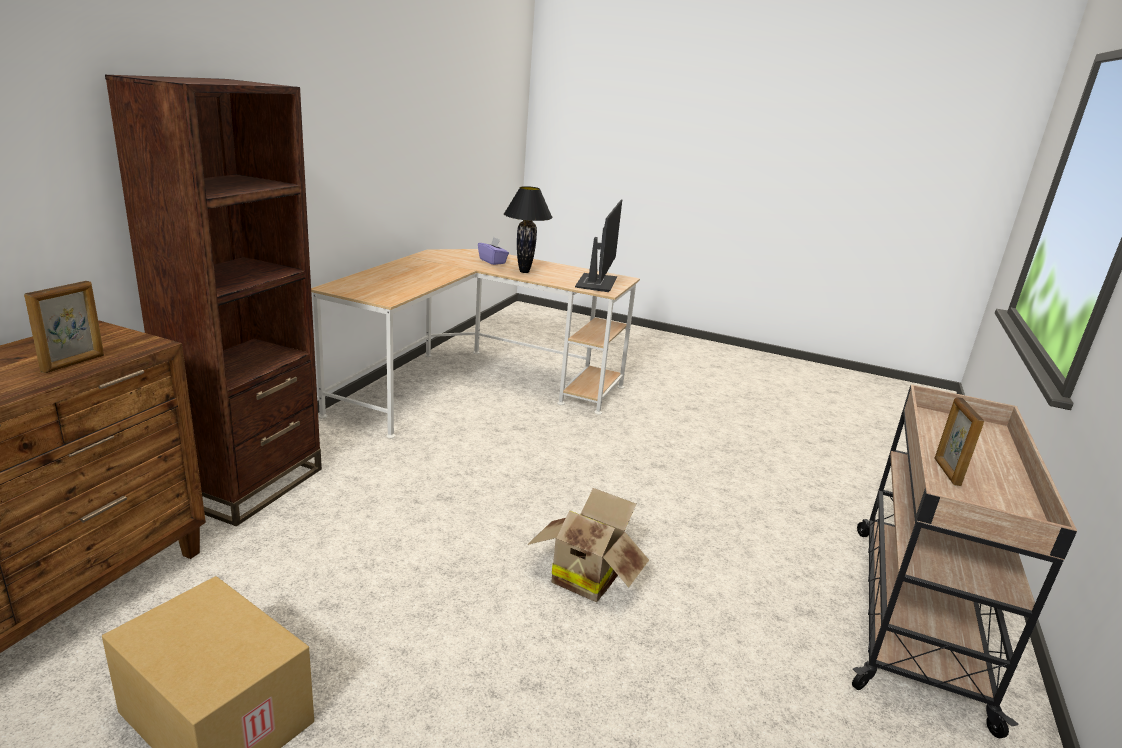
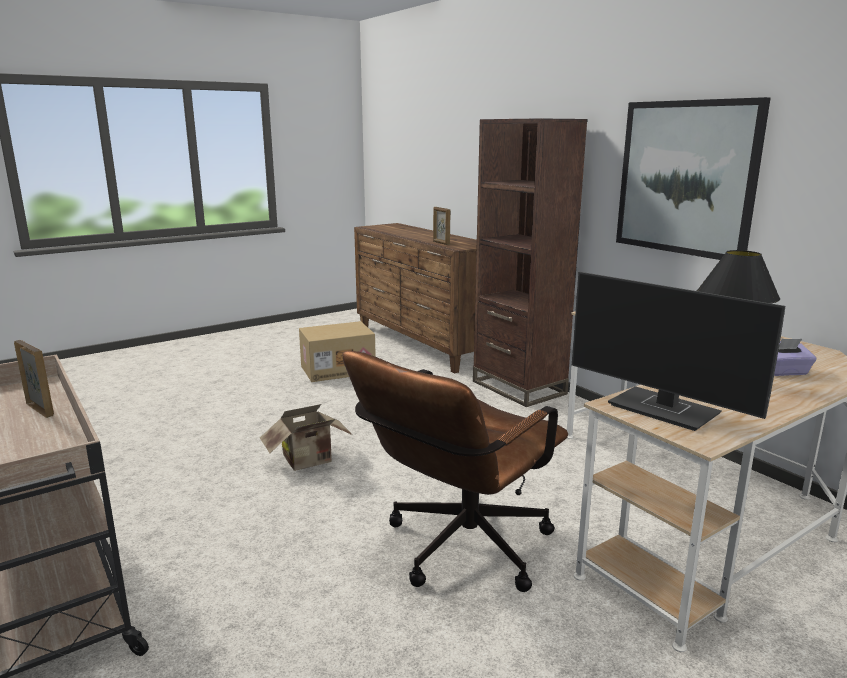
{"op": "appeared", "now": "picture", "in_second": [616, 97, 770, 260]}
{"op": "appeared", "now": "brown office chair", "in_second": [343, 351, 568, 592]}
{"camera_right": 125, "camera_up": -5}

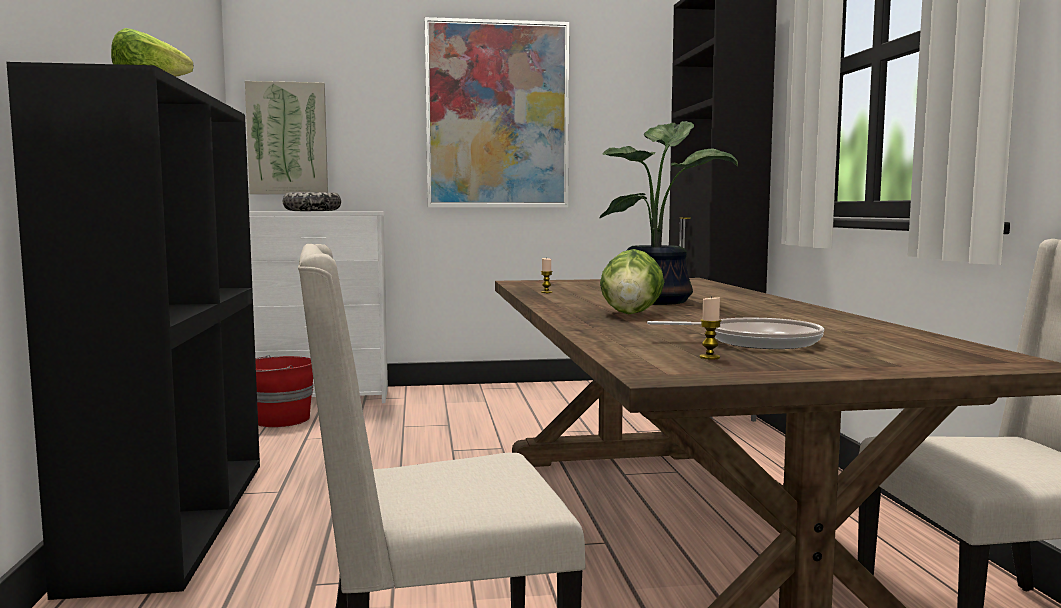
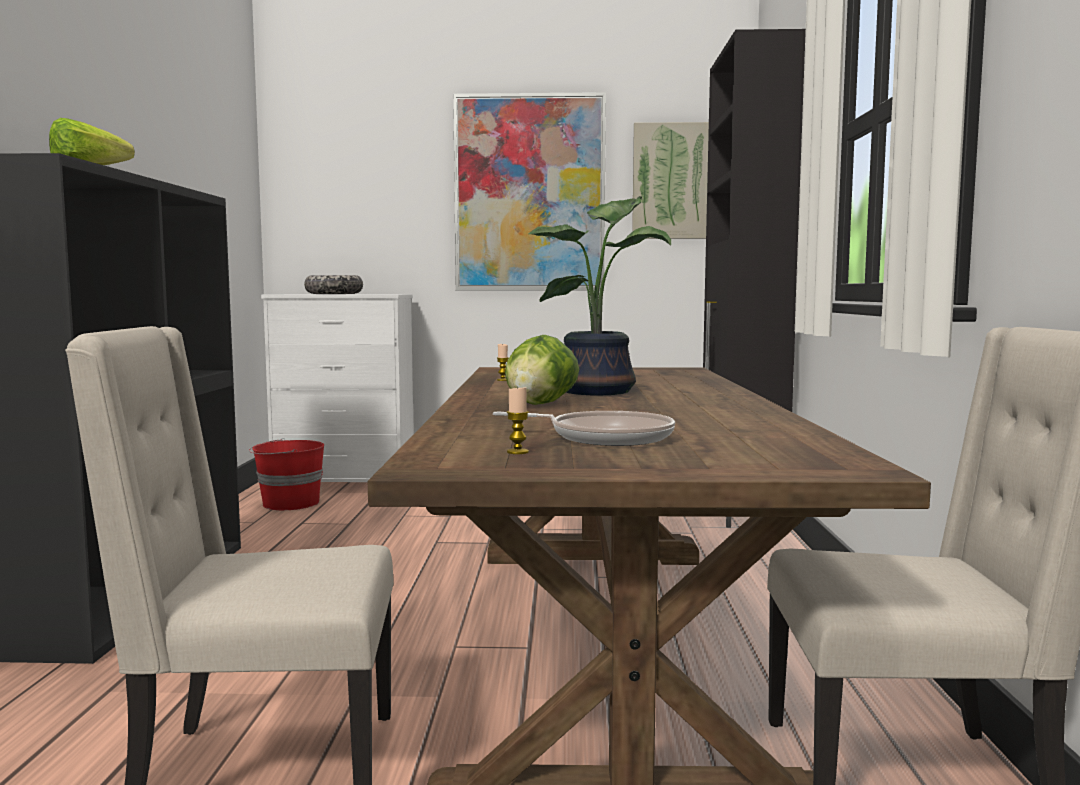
{"op": "relocated", "was": "picture", "in_first": [245, 81, 328, 194], "in_second": [632, 122, 709, 239]}
{"camera_right": 10, "camera_up": 0}

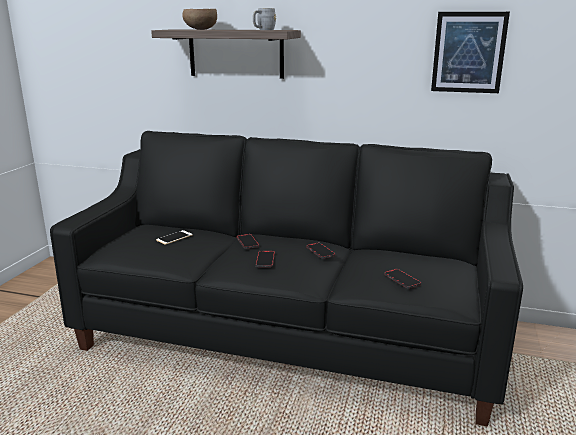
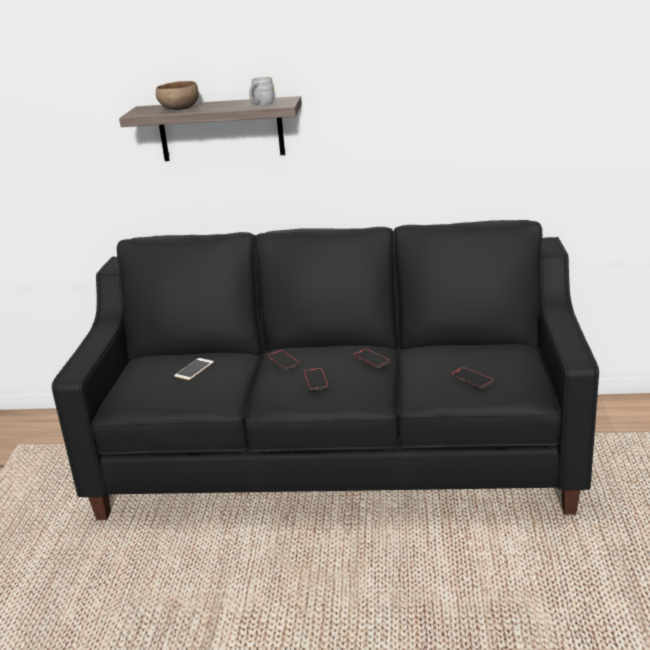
{"op": "missing", "was": "picture", "in_first": [431, 12, 510, 93]}
{"camera_right": -10, "camera_up": 5}

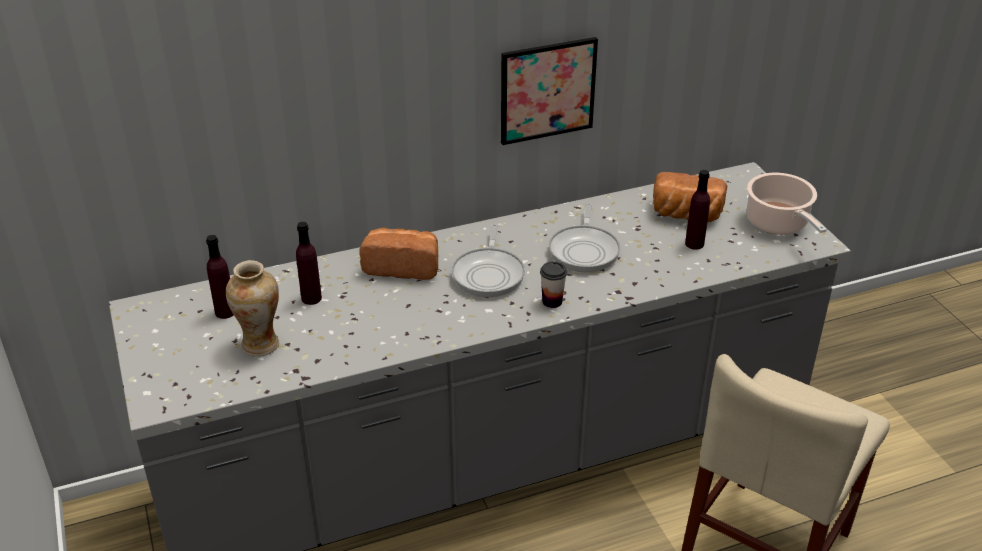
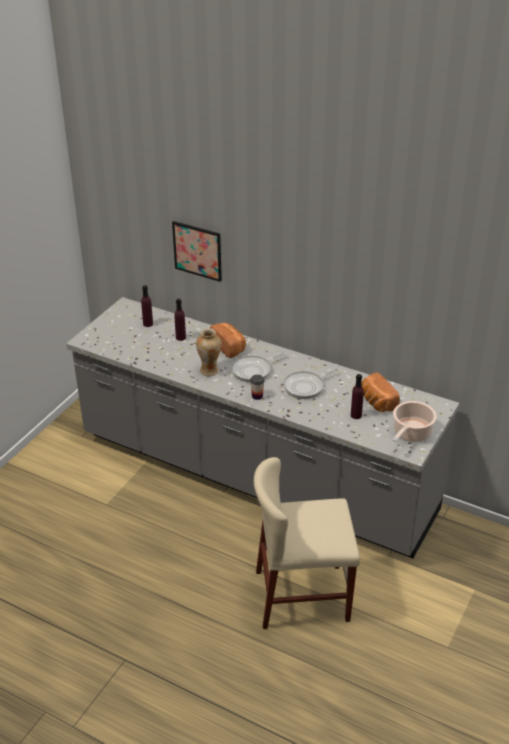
{"op": "relocated", "was": "picture", "in_first": [501, 37, 598, 145], "in_second": [172, 221, 222, 282]}
{"op": "relocated", "was": "vase", "in_first": [226, 260, 279, 357], "in_second": [196, 328, 222, 376]}
{"camera_right": 50, "camera_up": 0}

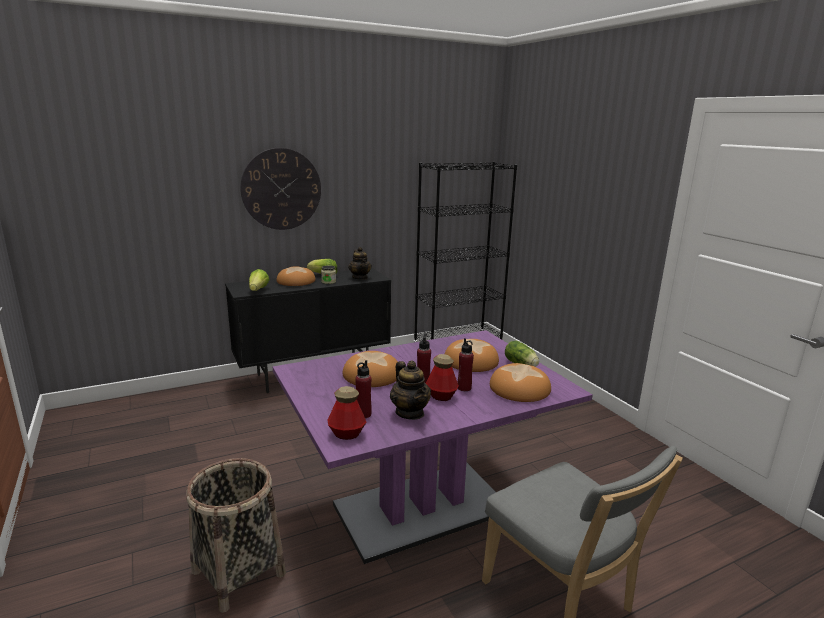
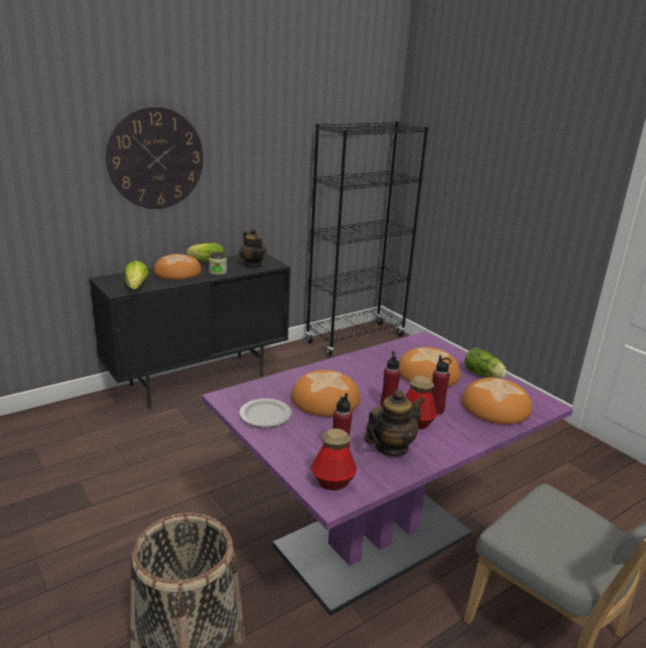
{"op": "spun", "was": "teapot", "in_first": [390, 360, 431, 420], "in_second": [364, 390, 425, 456], "clockwise": -90}
{"op": "appeared", "now": "plate", "in_second": [239, 398, 292, 427]}
{"camera_right": -10, "camera_up": 5}

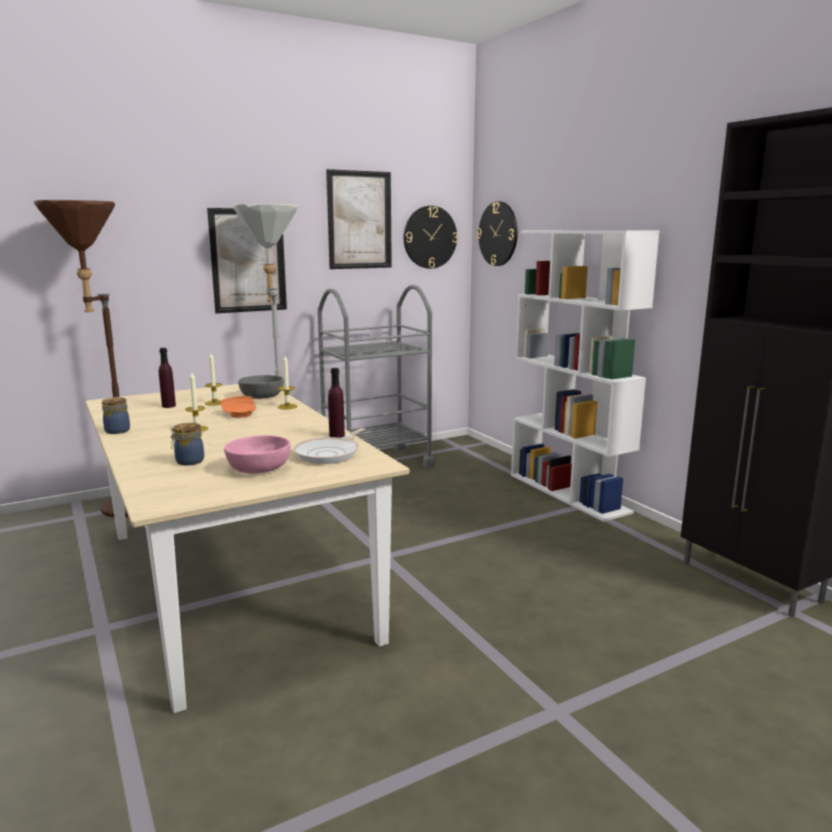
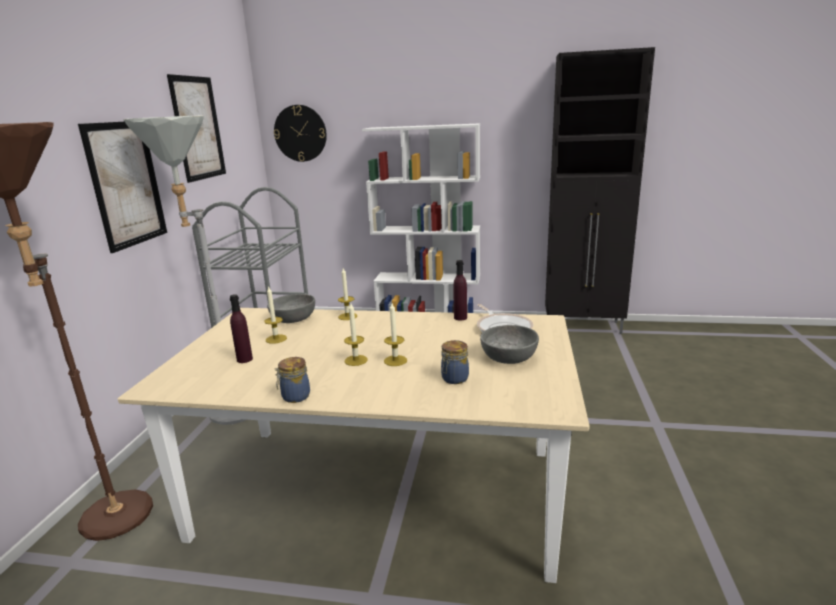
{"op": "missing", "was": "wall clock", "in_first": [403, 206, 458, 269]}
{"op": "missing", "was": "orange plate", "in_first": [221, 396, 256, 418]}
{"op": "colour", "was": "pink bowl", "now": "grey bowl", "in_first": [224, 435, 291, 474], "in_second": [480, 325, 539, 364]}
{"op": "appeared", "now": "candle", "in_second": [384, 303, 407, 366]}
{"camera_right": -50, "camera_up": 5}

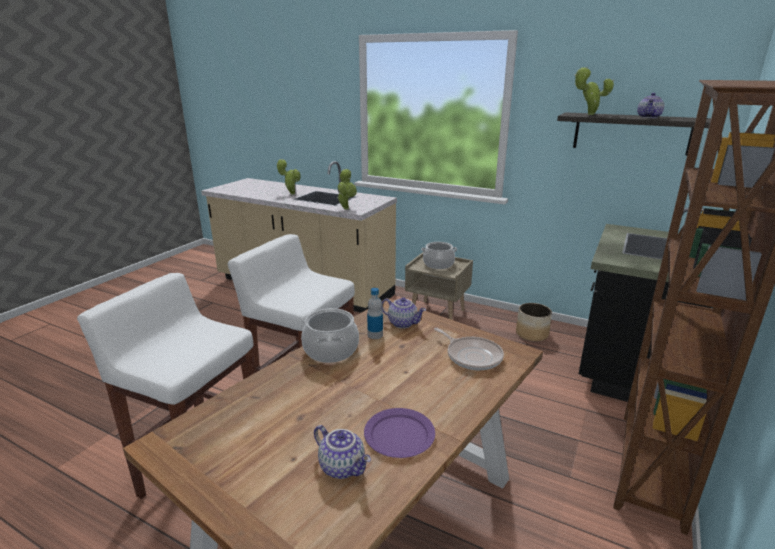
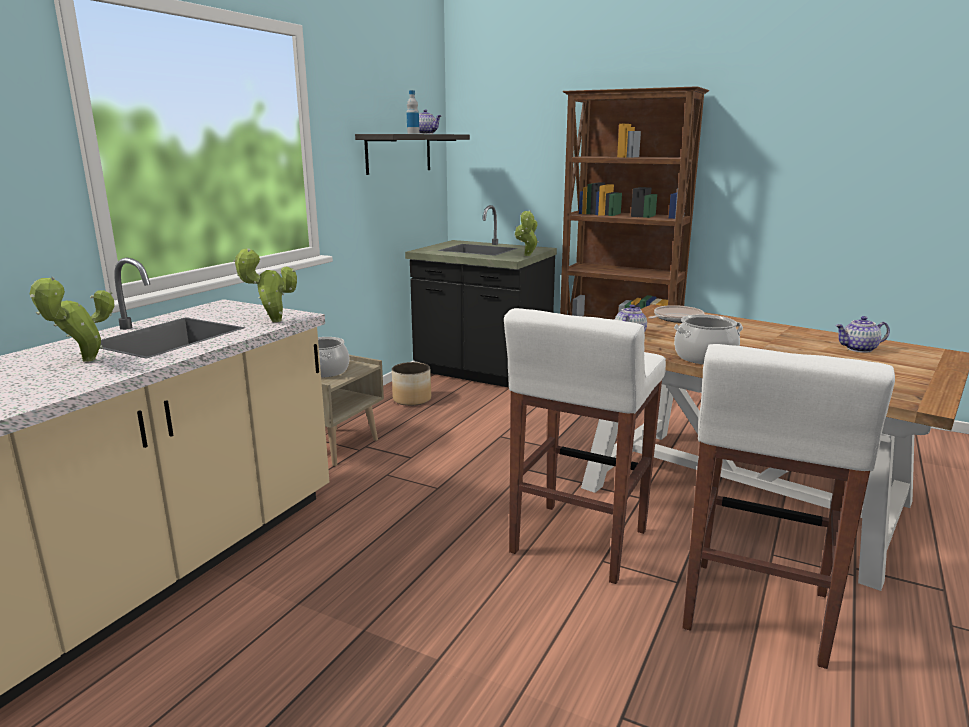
{"op": "relocated", "was": "potted plant", "in_first": [574, 67, 614, 115], "in_second": [515, 210, 539, 256]}
{"op": "relocated", "was": "bottle", "in_first": [367, 288, 383, 339], "in_second": [407, 90, 419, 134]}
{"op": "missing", "was": "purple plate", "in_first": [364, 408, 435, 458]}
{"op": "spun", "was": "teapot", "in_first": [314, 425, 371, 479], "in_second": [835, 316, 890, 353], "clockwise": -135}
{"camera_right": -90, "camera_up": -5}

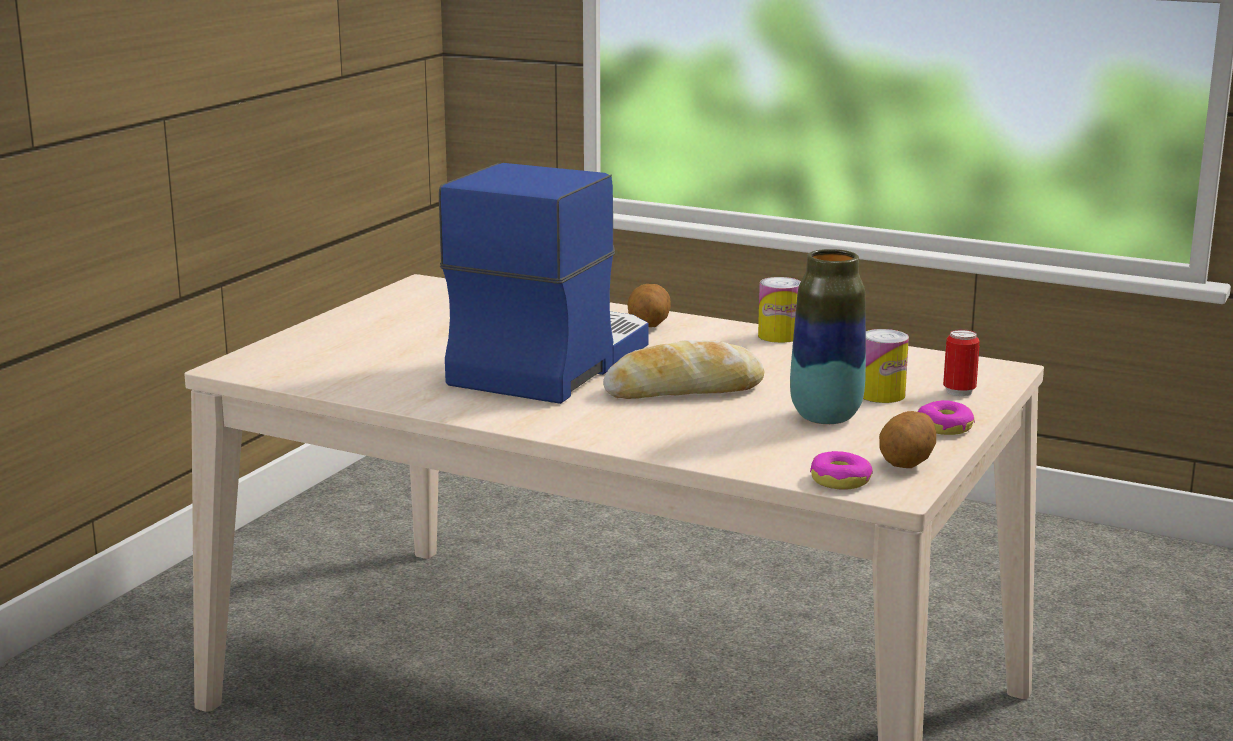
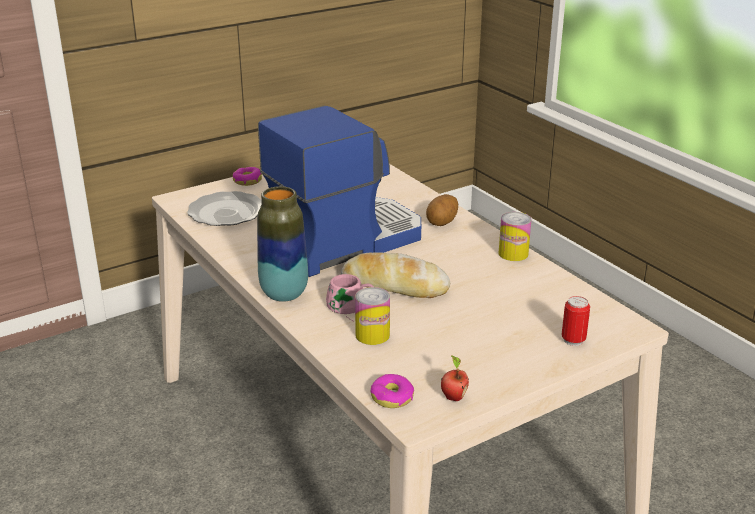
{"op": "relocated", "was": "vase", "in_first": [790, 249, 866, 424], "in_second": [257, 186, 308, 302]}
{"op": "relocated", "was": "can", "in_first": [863, 329, 909, 403], "in_second": [355, 287, 390, 345]}
{"op": "relocated", "was": "donut", "in_first": [918, 400, 975, 435], "in_second": [233, 167, 262, 186]}
{"op": "exchanged", "was": "potato", "now": "apple", "in_first": [879, 411, 936, 468], "in_second": [441, 355, 469, 401]}
{"op": "appeared", "now": "plate", "in_second": [187, 191, 262, 226]}
{"op": "appeared", "now": "pink mug", "in_second": [326, 274, 374, 322]}
{"camera_right": 30, "camera_up": 10}

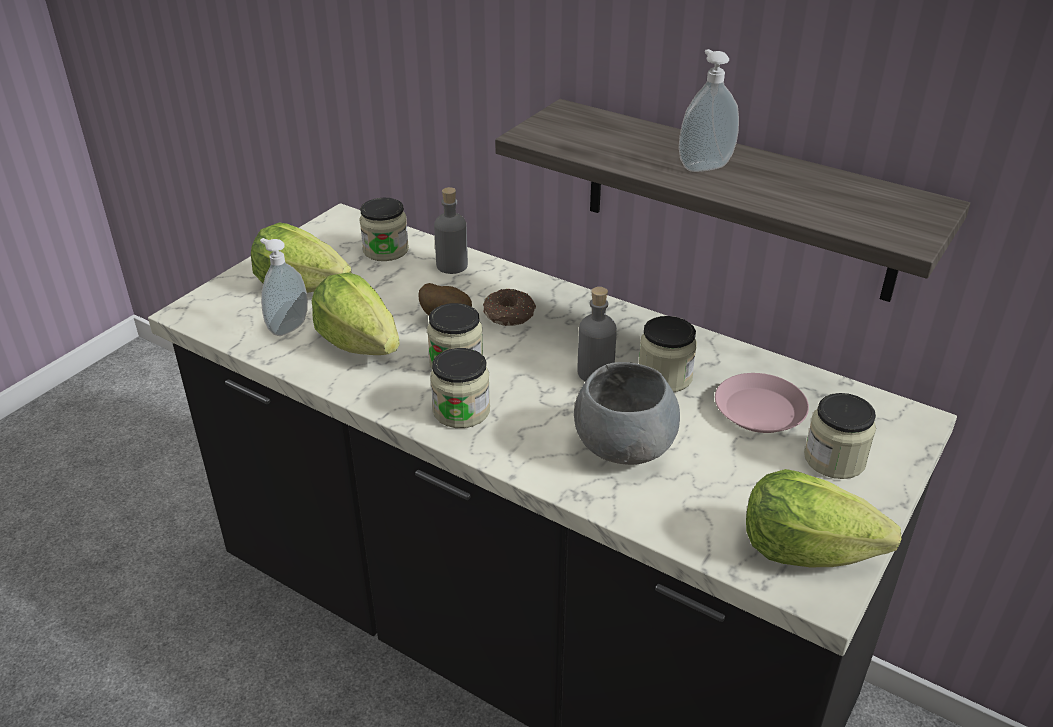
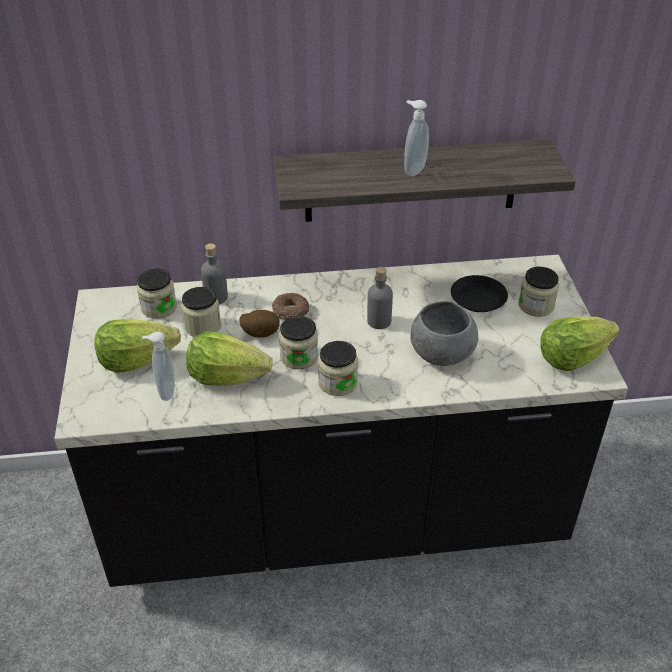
{"op": "relocated", "was": "jar", "in_first": [639, 316, 697, 392], "in_second": [181, 287, 221, 337]}
{"op": "colour", "was": "pink plate", "now": "black plate", "in_first": [715, 373, 809, 433], "in_second": [451, 275, 508, 312]}
{"camera_right": -40, "camera_up": 5}

